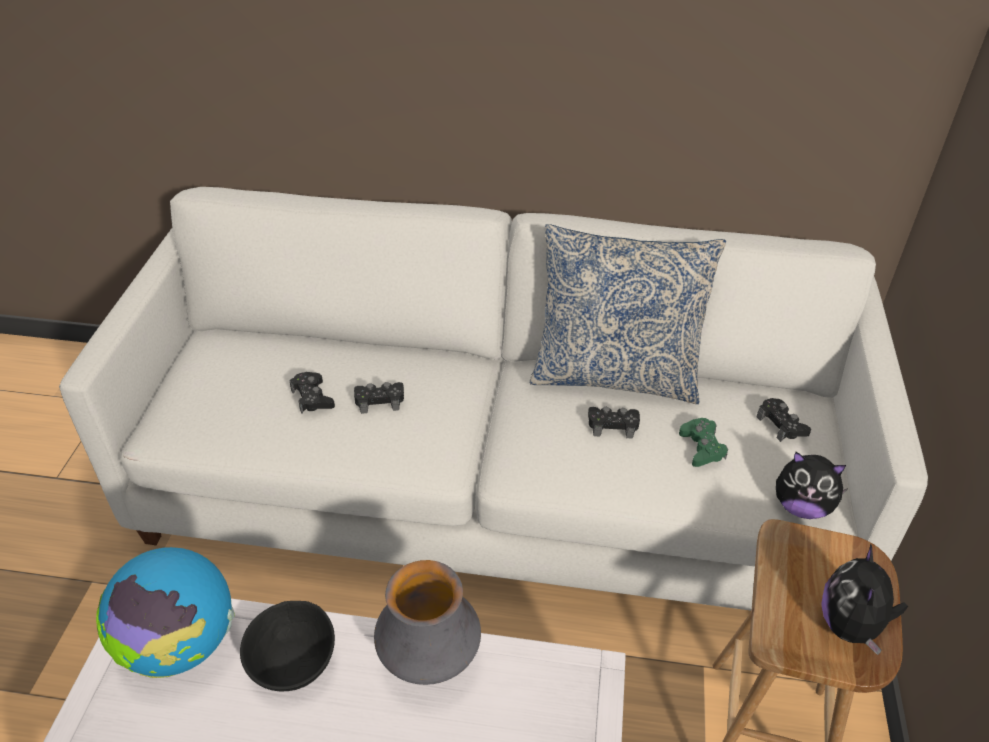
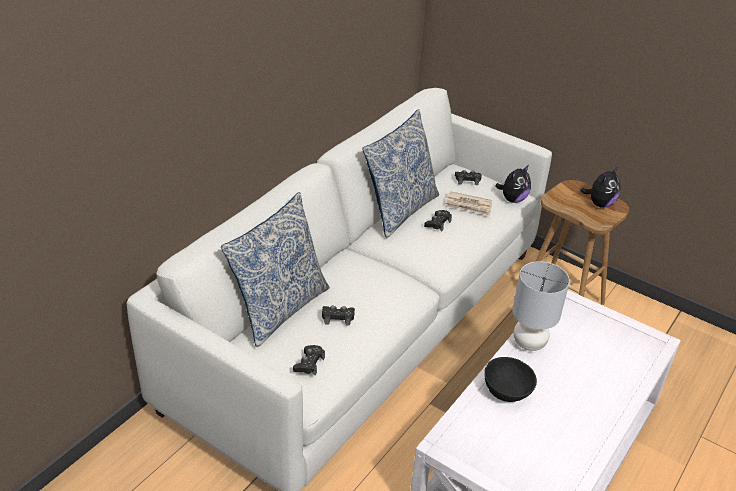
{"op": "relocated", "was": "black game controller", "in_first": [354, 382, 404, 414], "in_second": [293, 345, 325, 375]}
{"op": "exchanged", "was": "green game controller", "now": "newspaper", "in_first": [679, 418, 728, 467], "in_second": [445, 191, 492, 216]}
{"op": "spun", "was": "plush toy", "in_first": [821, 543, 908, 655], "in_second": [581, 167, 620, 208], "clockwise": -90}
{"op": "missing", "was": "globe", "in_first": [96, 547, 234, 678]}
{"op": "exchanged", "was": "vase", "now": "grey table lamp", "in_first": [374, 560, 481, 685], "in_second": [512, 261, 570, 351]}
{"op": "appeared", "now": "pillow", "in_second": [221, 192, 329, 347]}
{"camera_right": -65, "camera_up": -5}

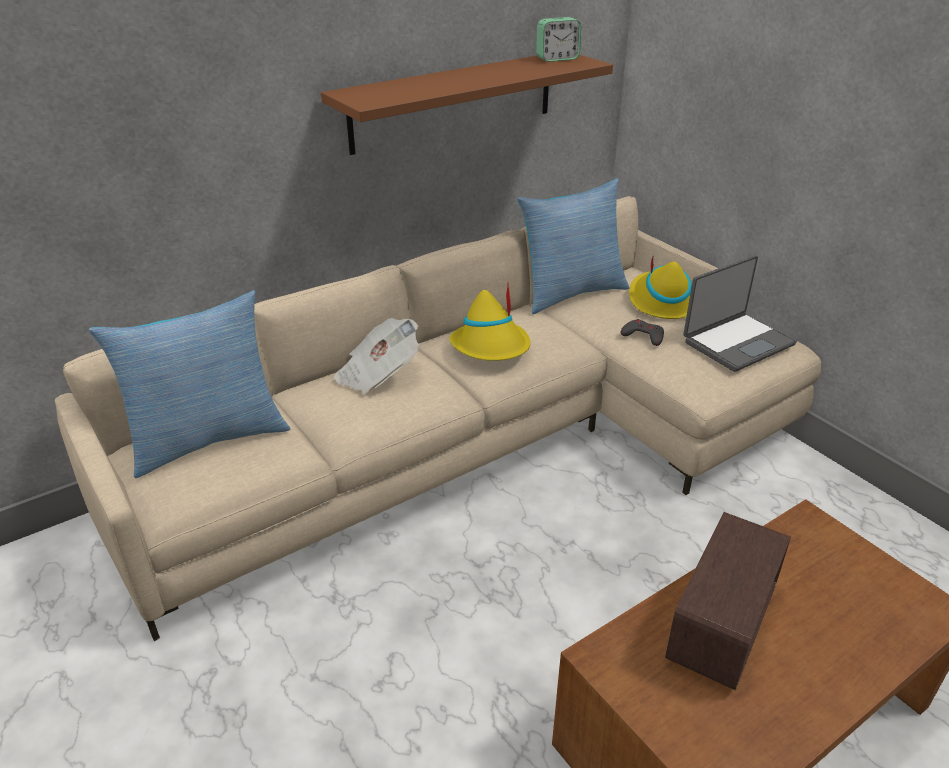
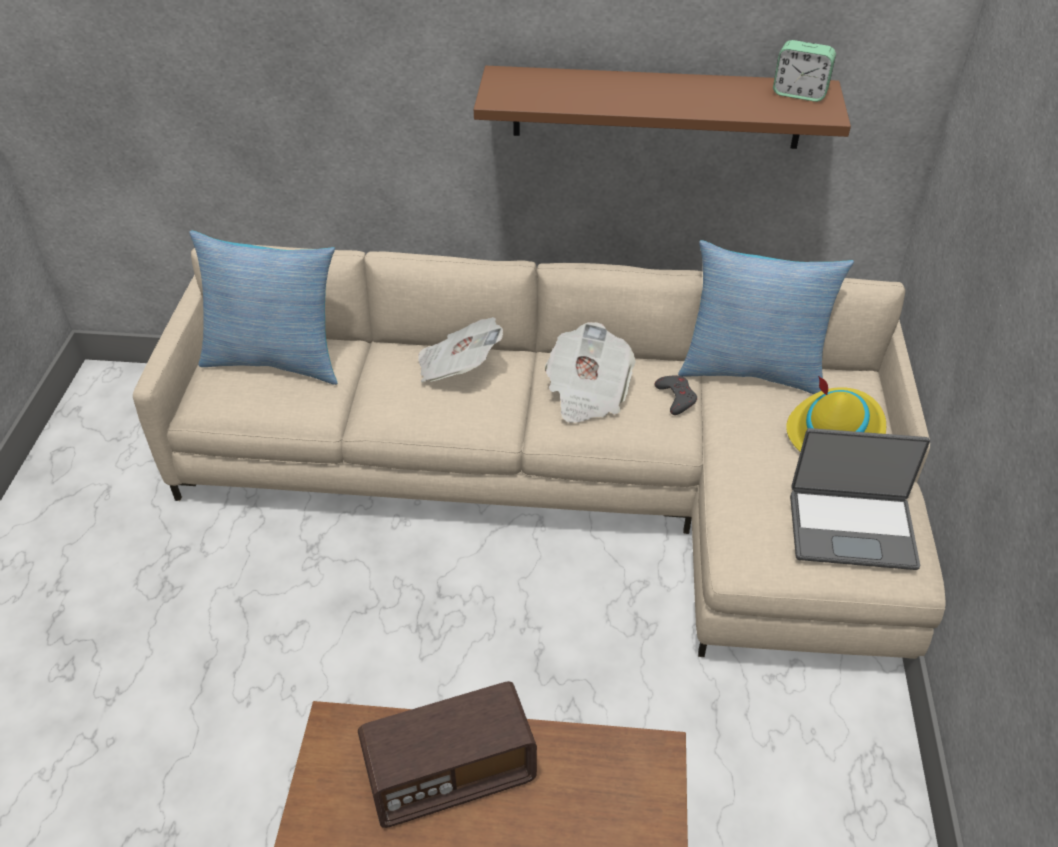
{"op": "exchanged", "was": "yellow hat", "now": "newspaper", "in_first": [450, 284, 531, 361], "in_second": [545, 322, 636, 423]}
{"op": "relocated", "was": "grey game controller", "in_first": [621, 319, 664, 346], "in_second": [654, 376, 697, 415]}
{"camera_right": 40, "camera_up": 10}

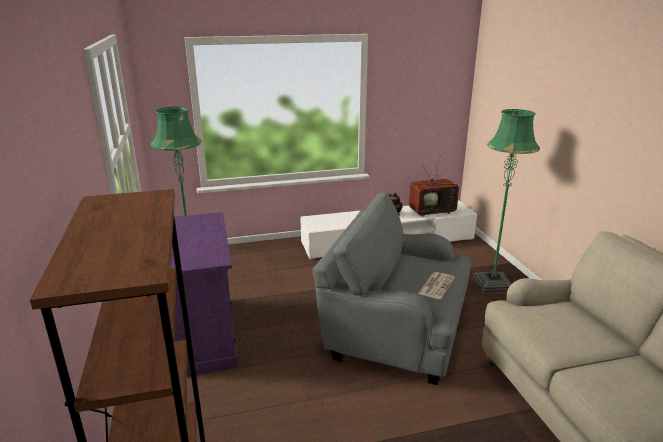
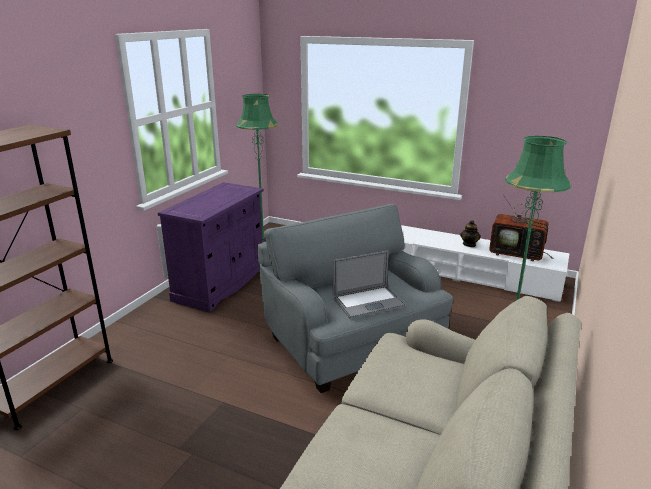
{"op": "exchanged", "was": "newspaper", "now": "laptop", "in_first": [418, 272, 455, 299], "in_second": [333, 251, 406, 319]}
{"camera_right": 40, "camera_up": 0}

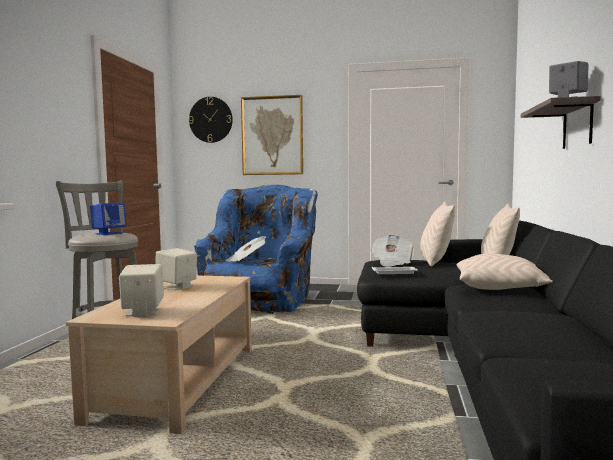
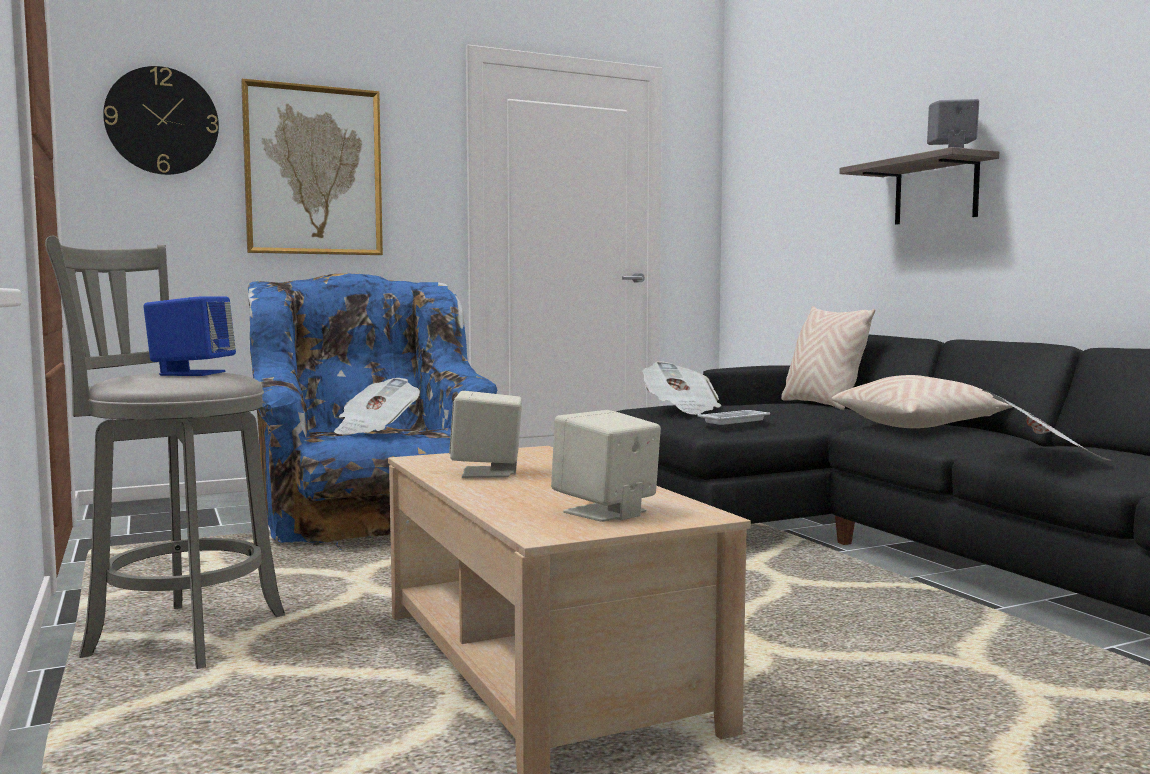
{"op": "missing", "was": "beige pillow", "in_first": [420, 201, 456, 267]}
{"op": "appeared", "now": "newspaper", "in_second": [982, 390, 1112, 461]}
{"camera_right": -35, "camera_up": 0}

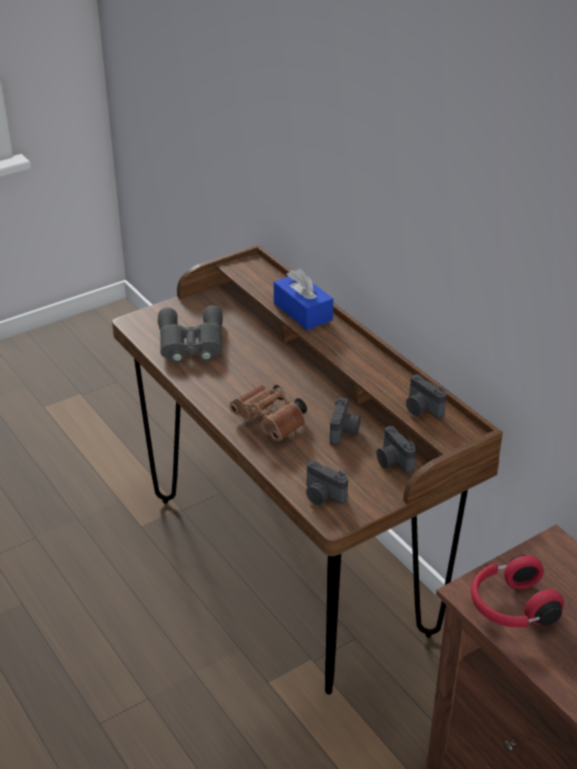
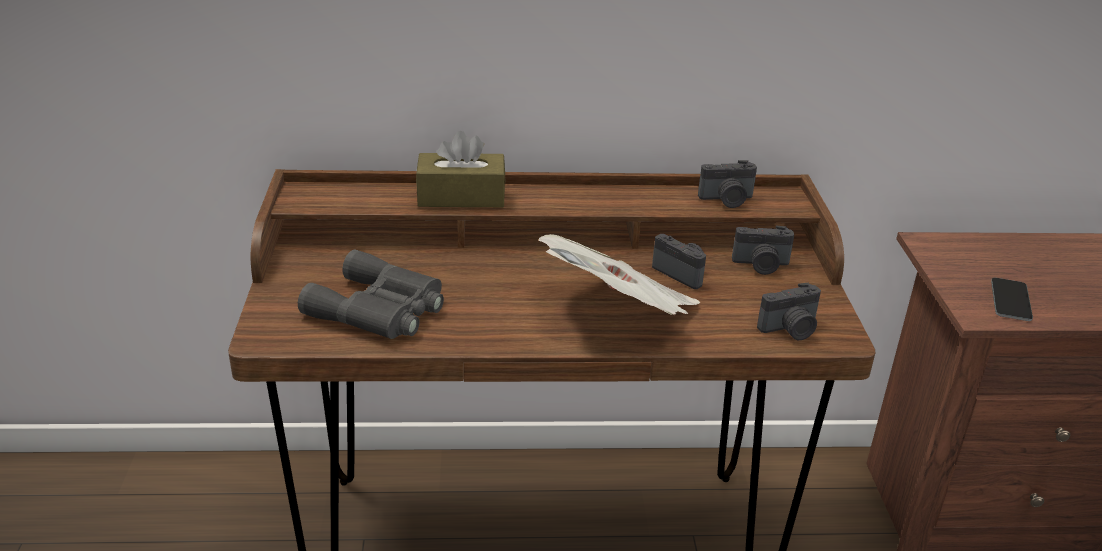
{"op": "colour", "was": "blue tissue box", "now": "brown tissue box", "in_first": [274, 268, 333, 330], "in_second": [416, 131, 506, 207]}
{"op": "exchanged", "was": "brown binoculars", "now": "newspaper", "in_first": [229, 384, 307, 441], "in_second": [539, 234, 700, 316]}
{"op": "exchanged", "was": "red headphones", "now": "phone", "in_first": [471, 555, 564, 628], "in_second": [991, 278, 1033, 321]}
{"camera_right": -60, "camera_up": -5}

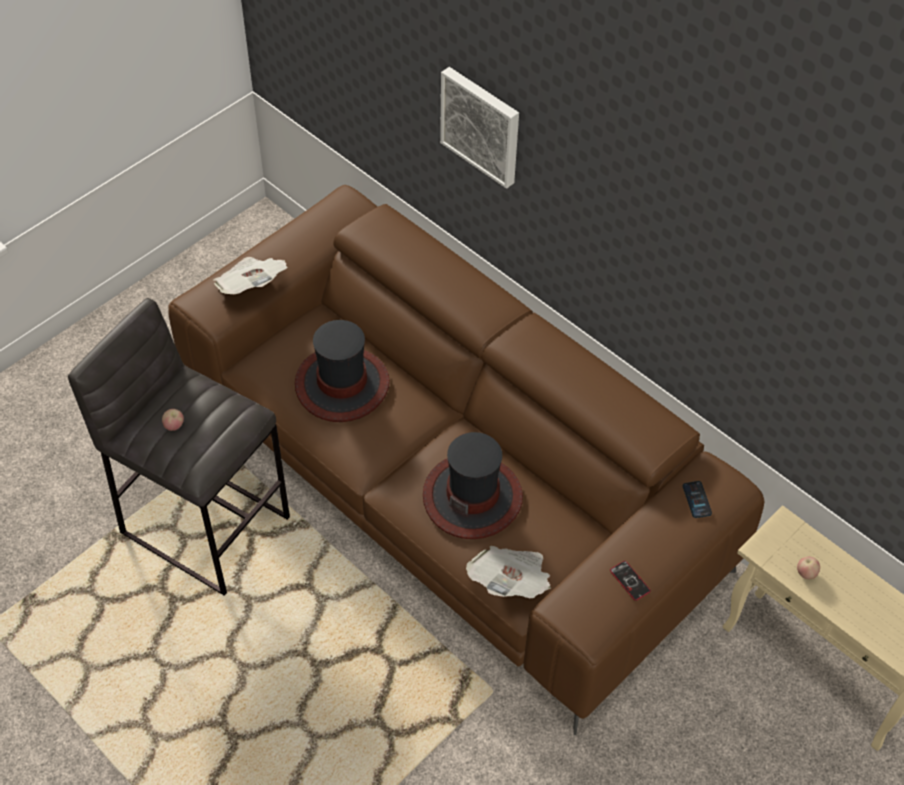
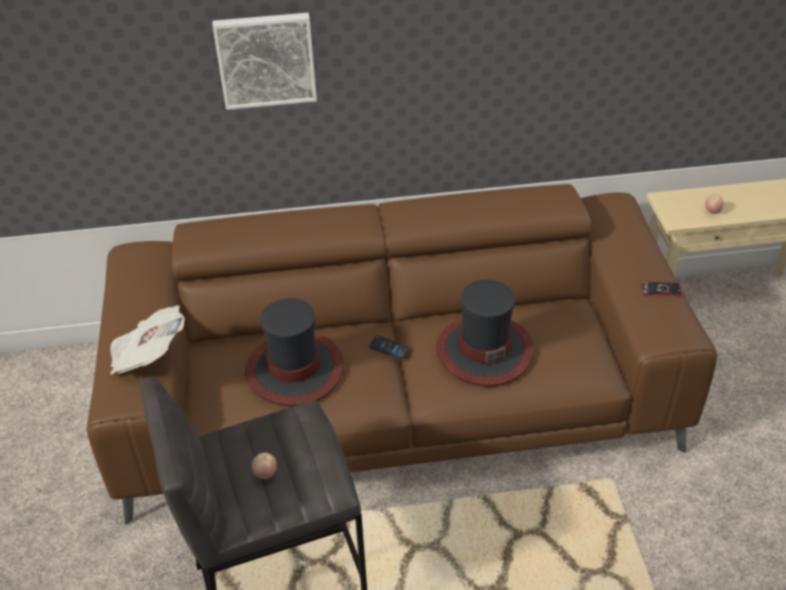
{"op": "relocated", "was": "phone", "in_first": [683, 481, 712, 518], "in_second": [369, 336, 409, 359]}
{"op": "missing", "was": "newspaper", "in_first": [466, 546, 551, 598]}
{"camera_right": -50, "camera_up": -10}

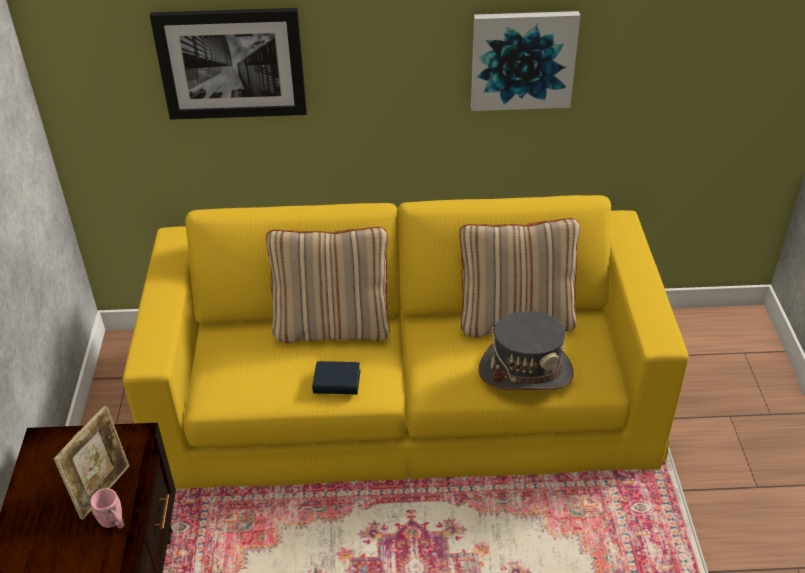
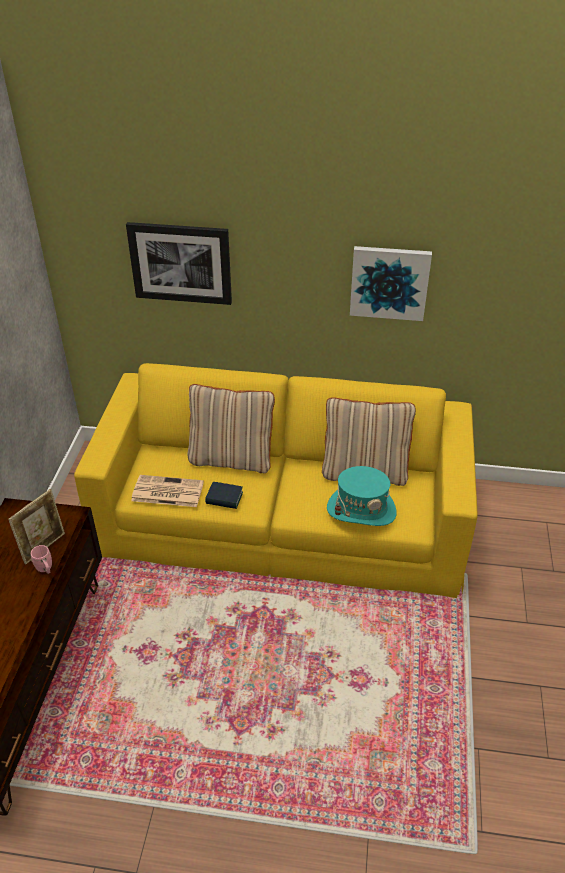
{"op": "colour", "was": "grey hat", "now": "turquoise hat", "in_first": [479, 311, 574, 390], "in_second": [327, 466, 397, 526]}
{"op": "appeared", "now": "newspaper", "in_second": [131, 475, 204, 507]}
{"camera_right": 10, "camera_up": 0}

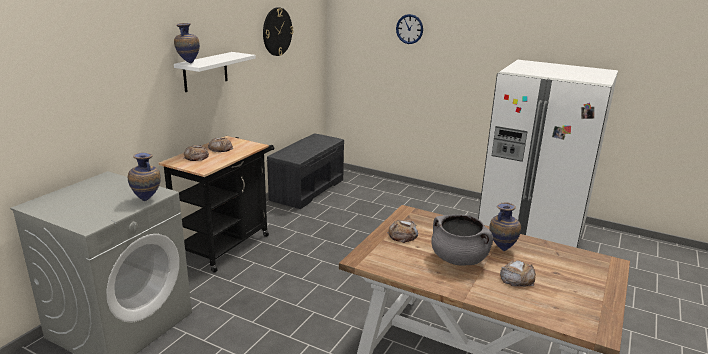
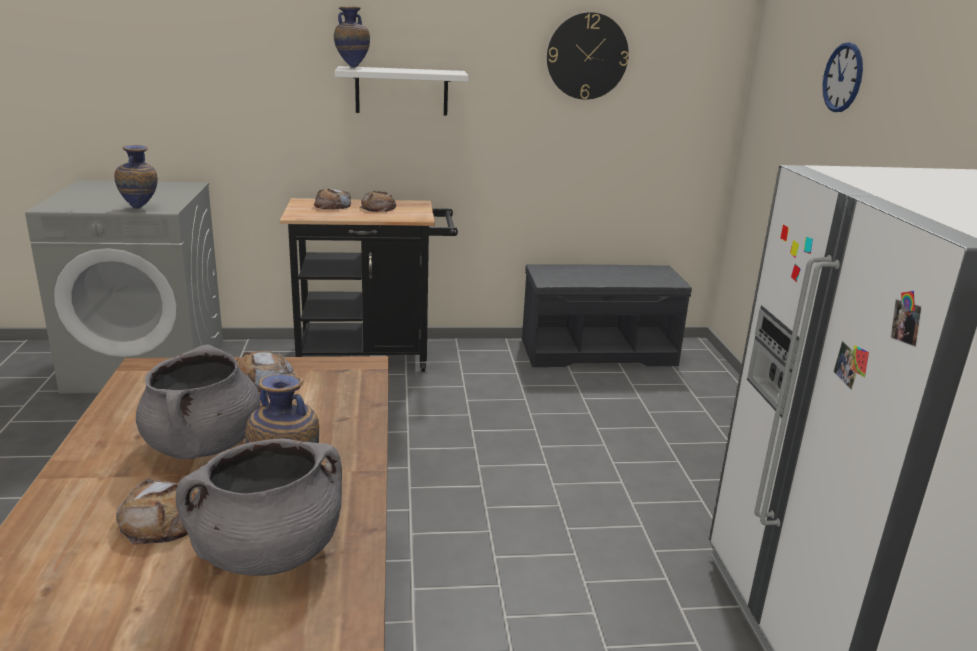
{"op": "appeared", "now": "grey cooking pot", "in_second": [176, 439, 342, 576]}
{"camera_right": 55, "camera_up": 0}

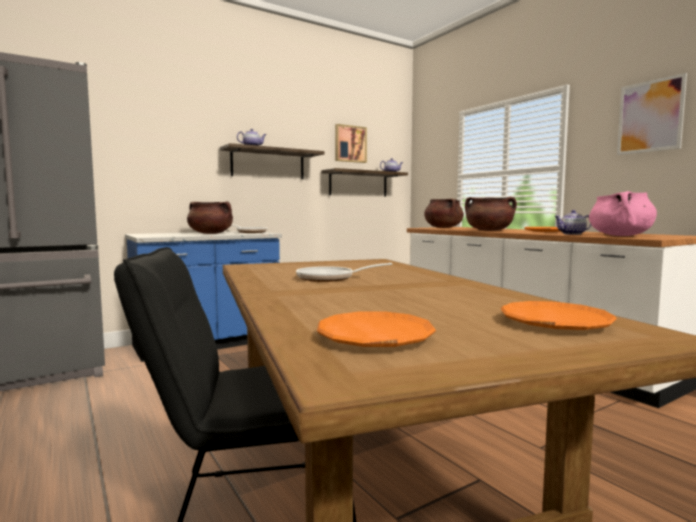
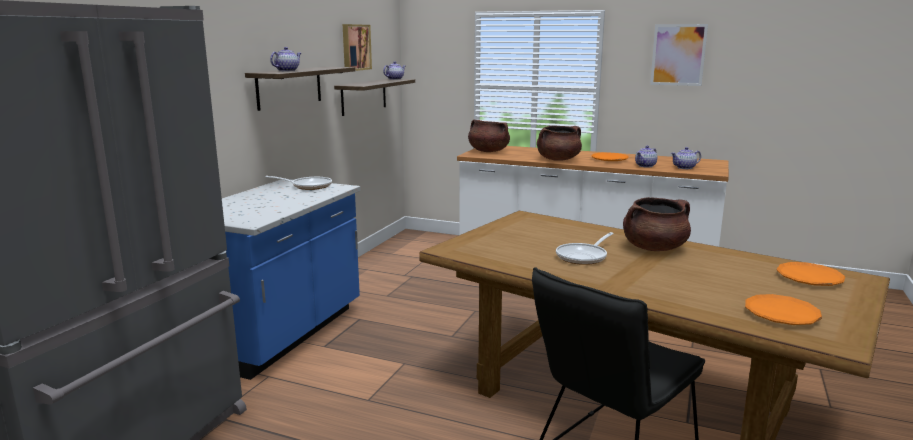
{"op": "exchanged", "was": "pink cooking pot", "now": "teapot", "in_first": [589, 191, 657, 236], "in_second": [671, 147, 701, 169]}
{"op": "relocated", "was": "brown cooking pot", "in_first": [187, 201, 233, 234], "in_second": [623, 197, 691, 251]}
{"camera_right": -35, "camera_up": 10}

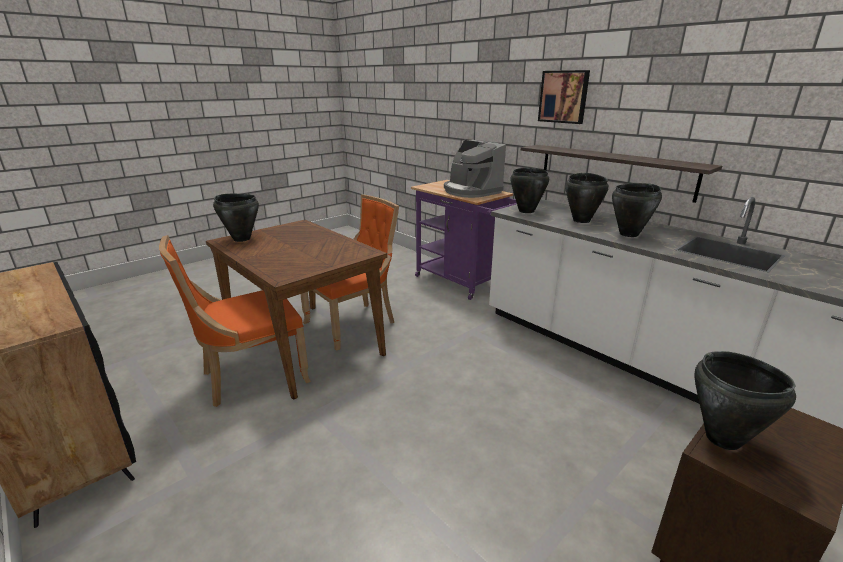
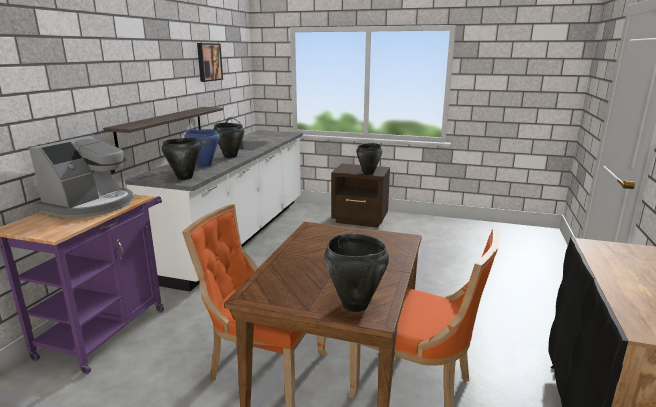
{"op": "relocated", "was": "picture", "in_first": [538, 70, 590, 124], "in_second": [197, 43, 223, 82]}
{"op": "colour", "was": "black cooking pot", "now": "blue cooking pot", "in_first": [565, 173, 609, 223], "in_second": [184, 129, 219, 167]}
{"camera_right": -120, "camera_up": -5}

